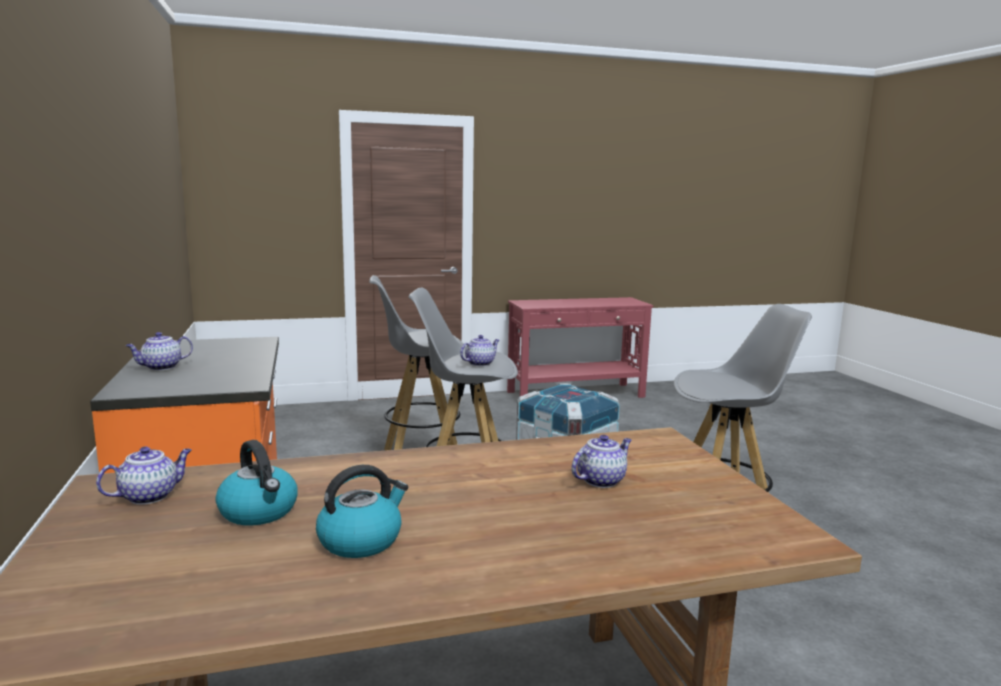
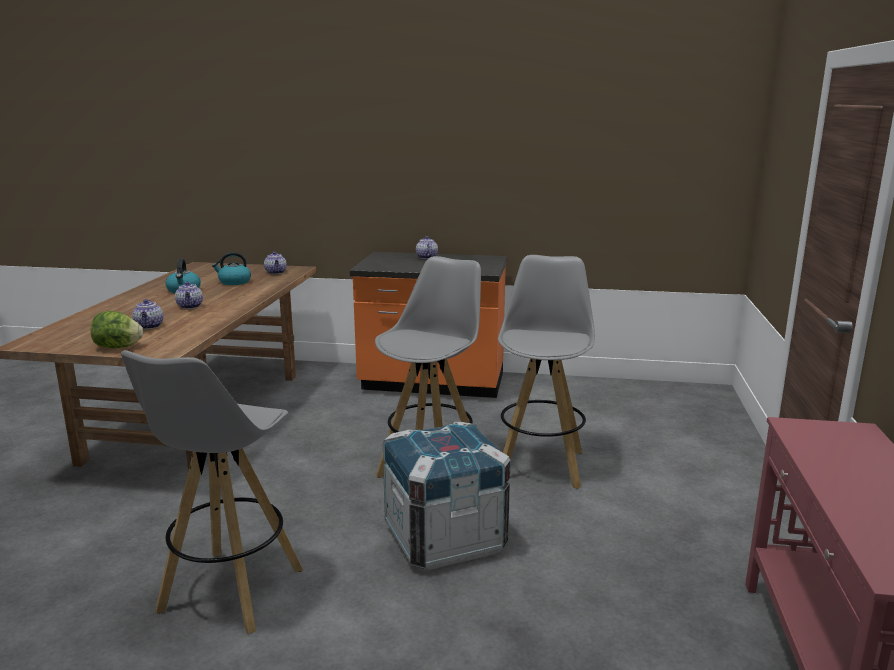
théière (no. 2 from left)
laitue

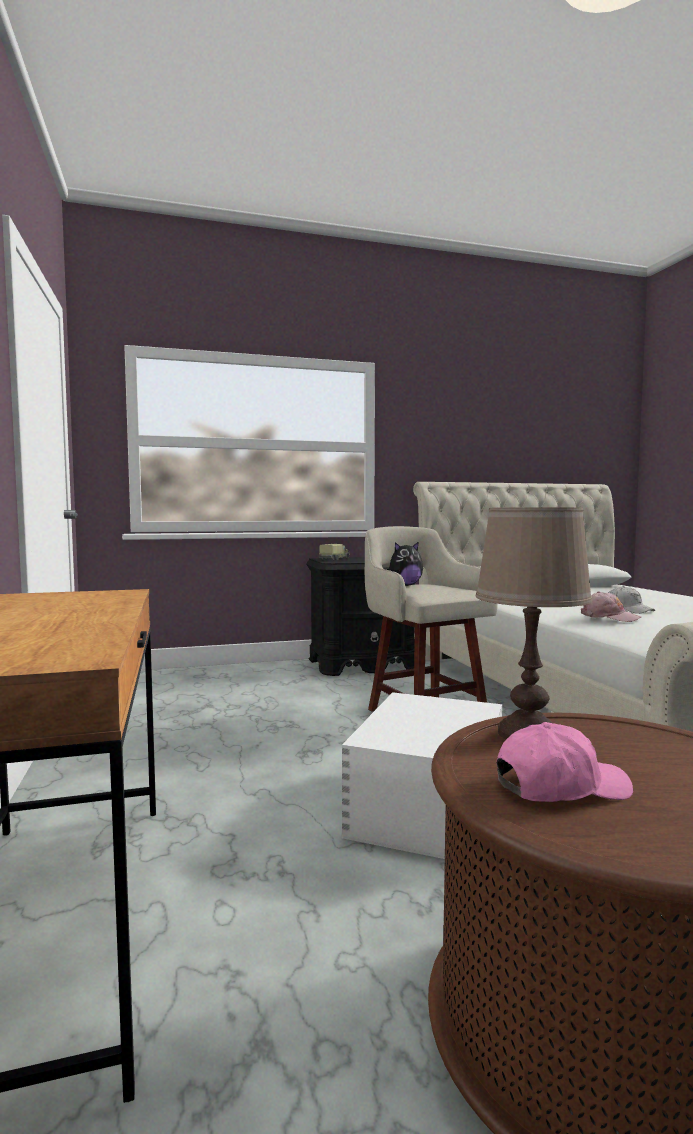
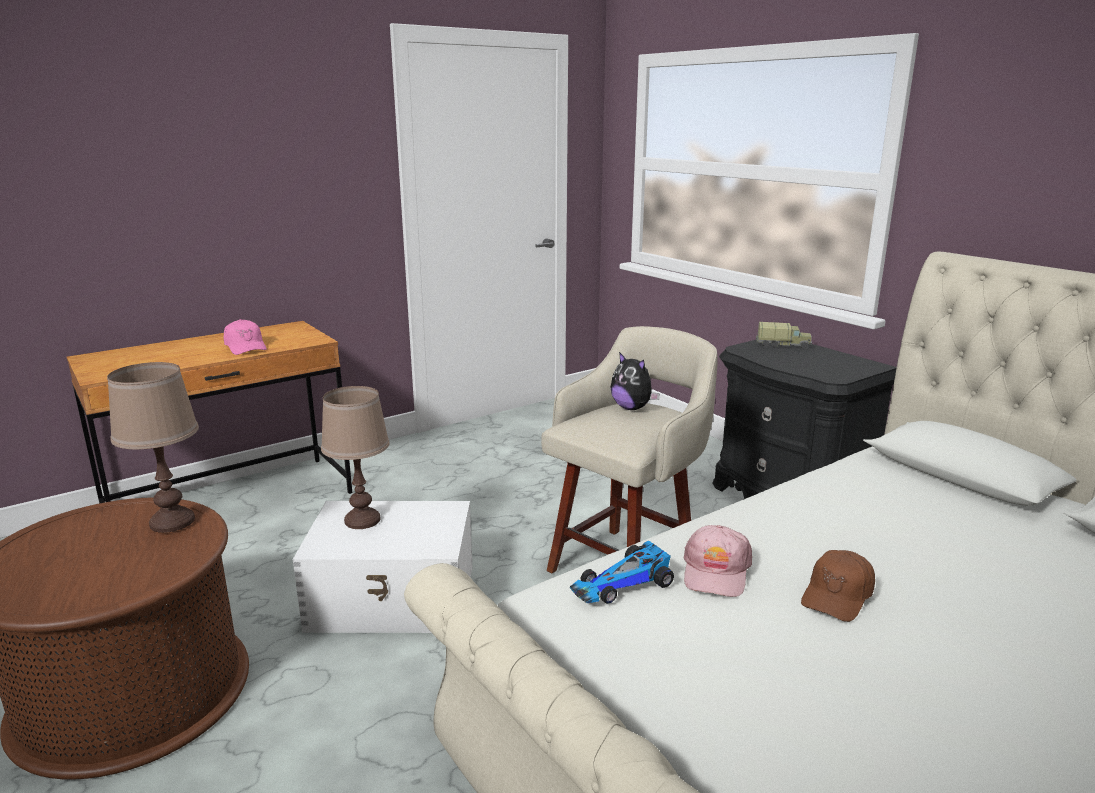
casquette (rose) (no. 1 from left)
casquette (marron)
lampe de table (marron) (no. 2 from left)
petite voiture

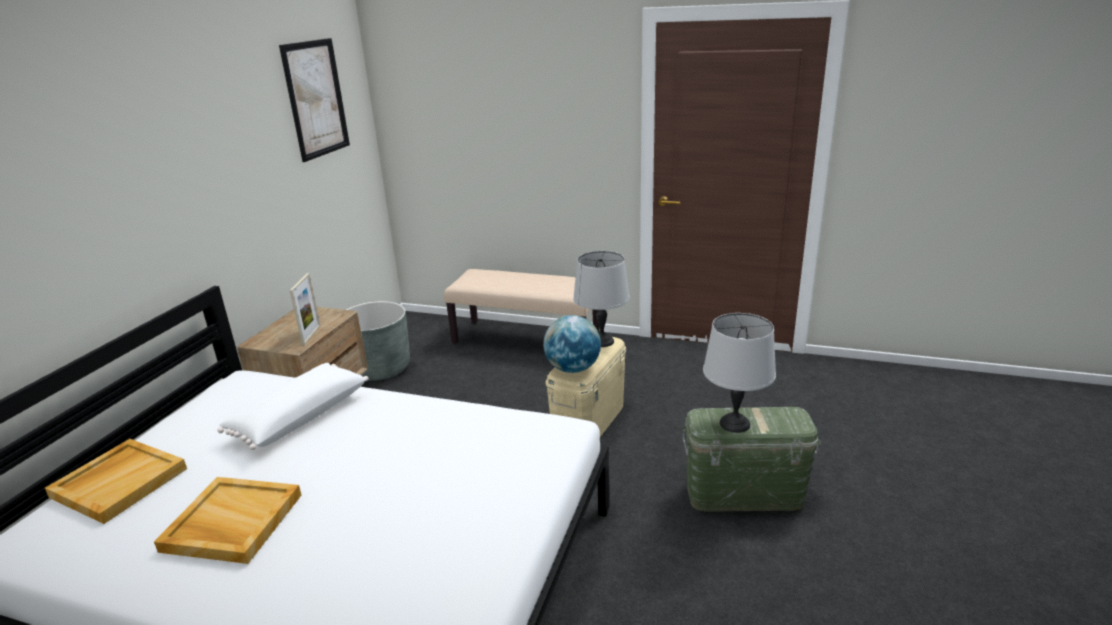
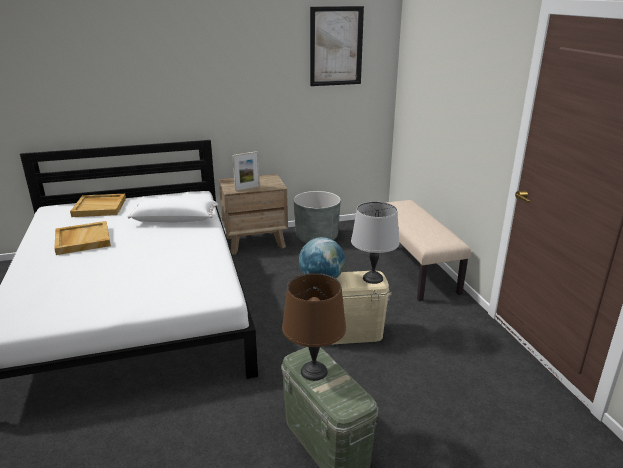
lampe de table (marron)

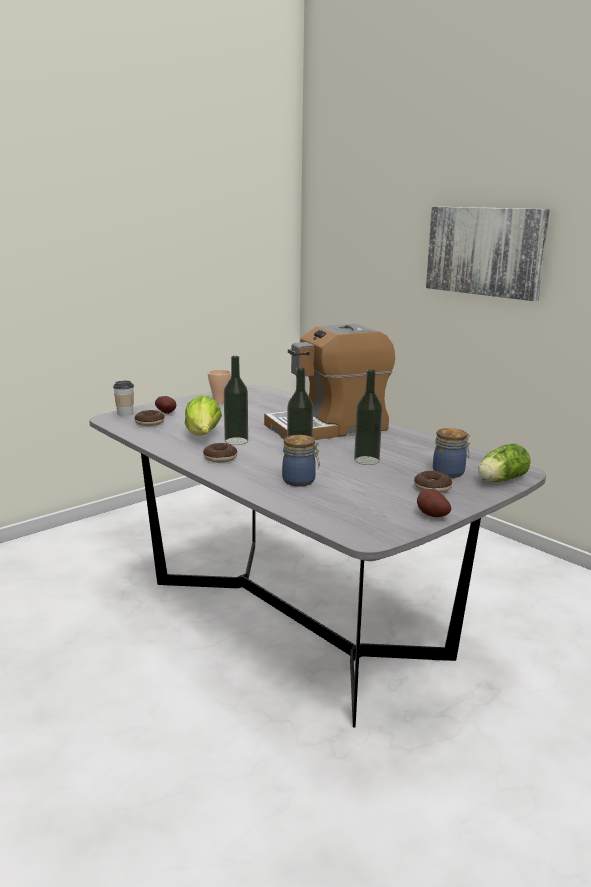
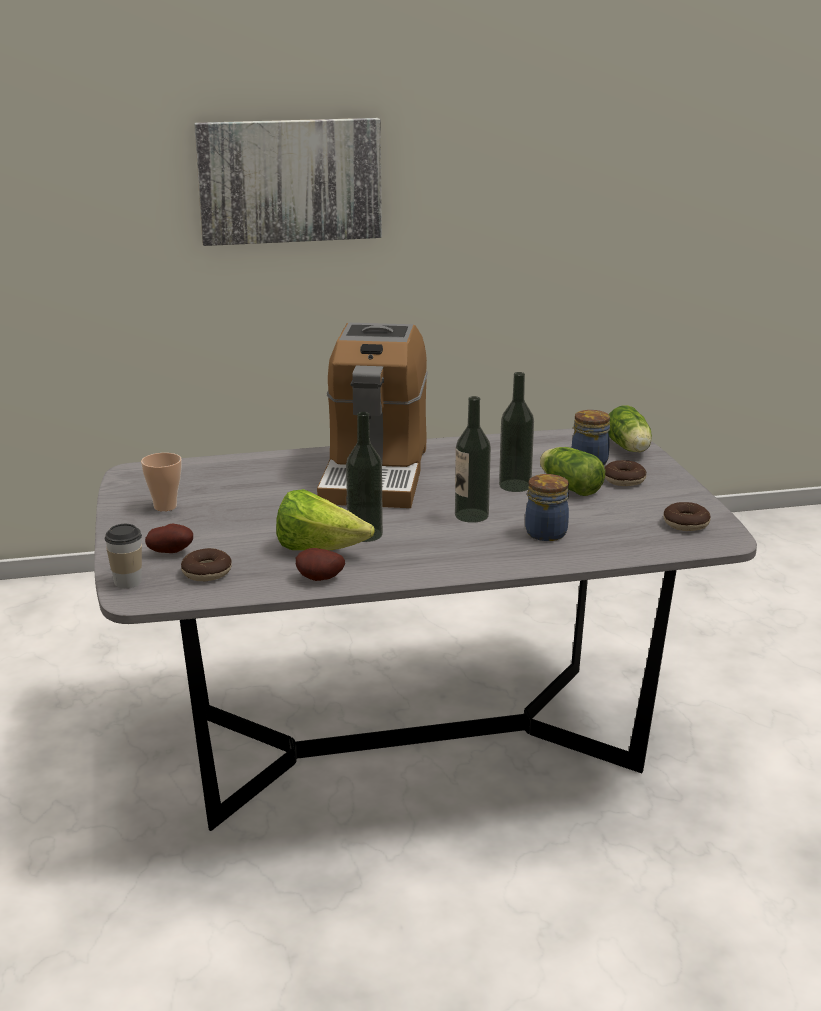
beignet (no. 3 from left)
pomme de terre (no. 2 from left)
laitue (no. 2 from left)

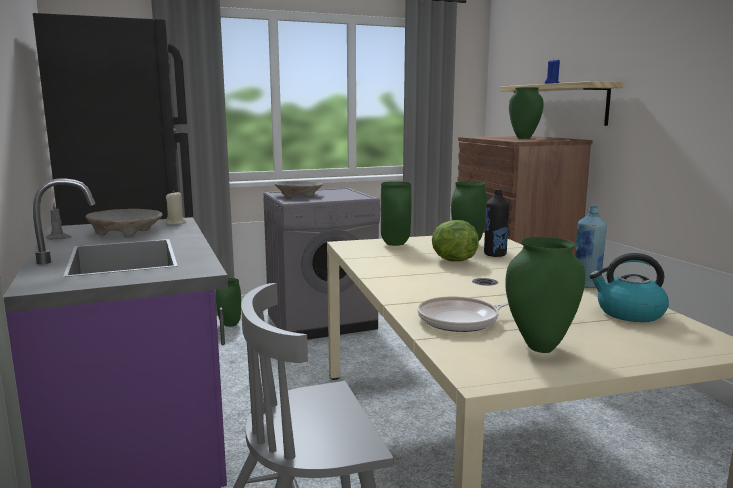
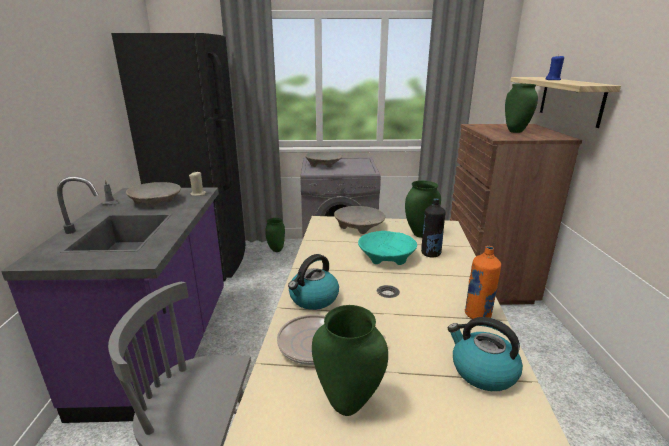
bol (beige) (no. 3 from left)
bol (turquoise)
bouteille (orange)
bouilloire (no. 1 from left)

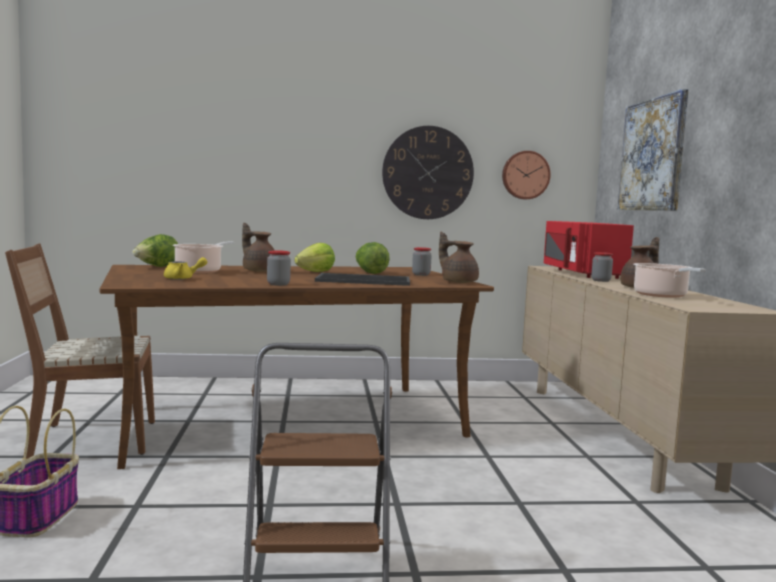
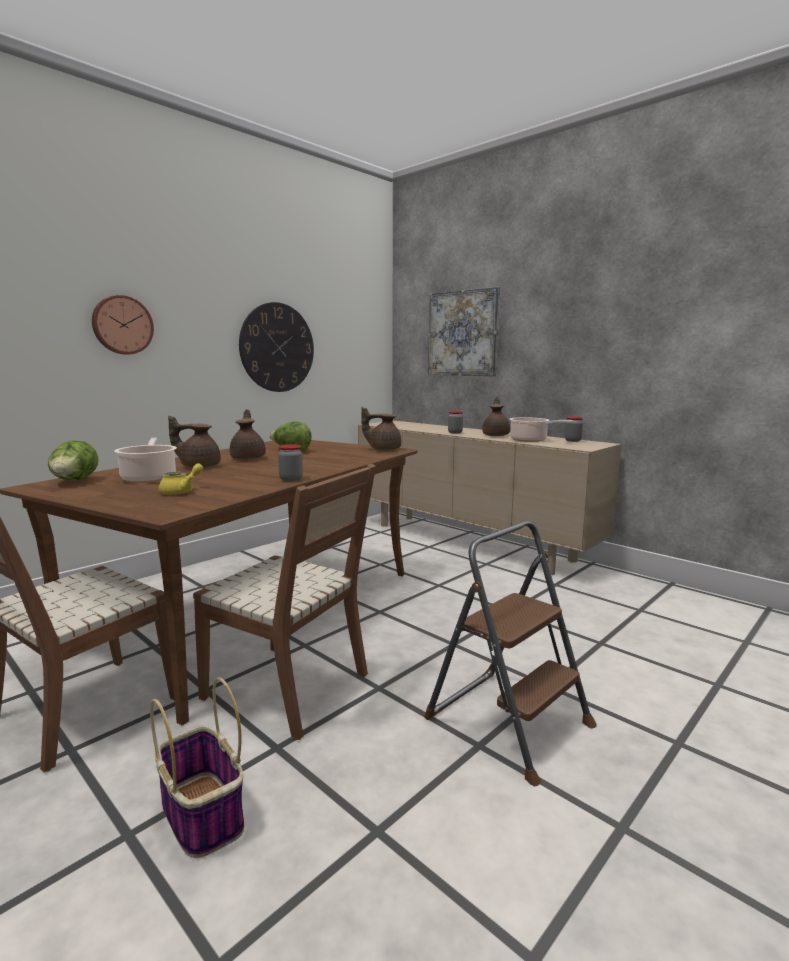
théière (marron) (no. 2 from left)
plateau
bocal (no. 3 from left)
horloge murale (no. 1 from left)
micro-ondes (rouge)
chaise (no. 2 from left)

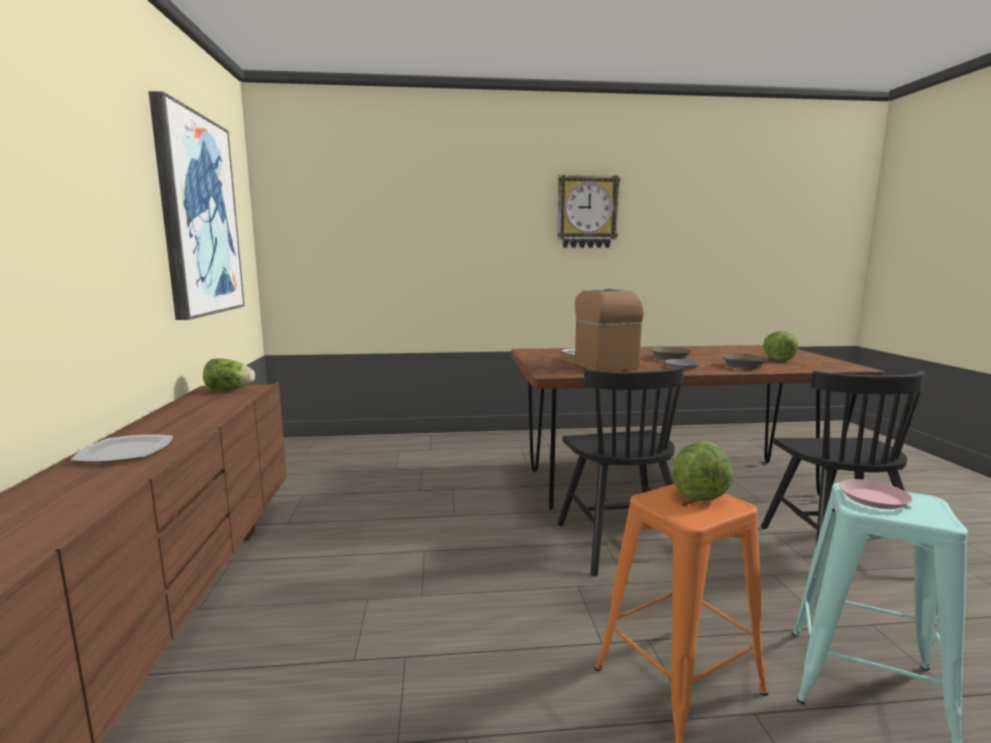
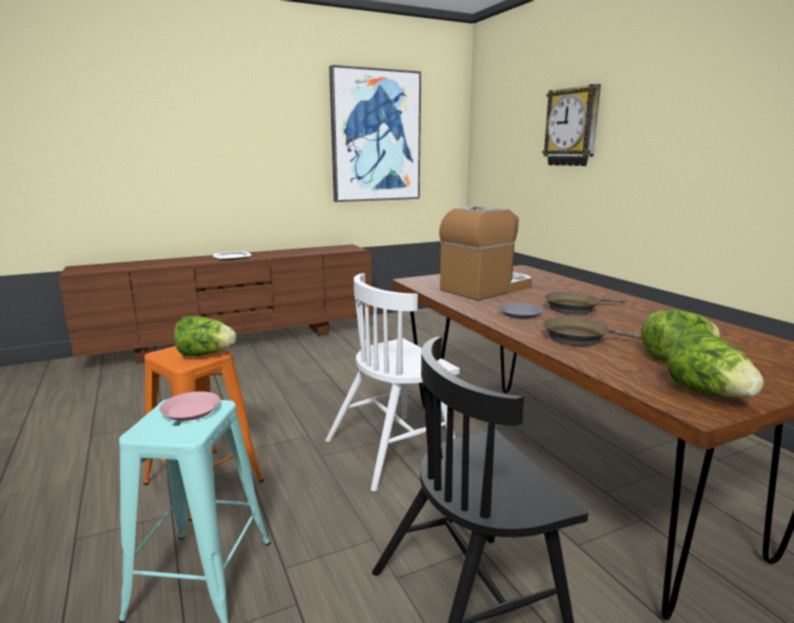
laitue (no. 3 from left)
horloge murale
chaise (blanc)

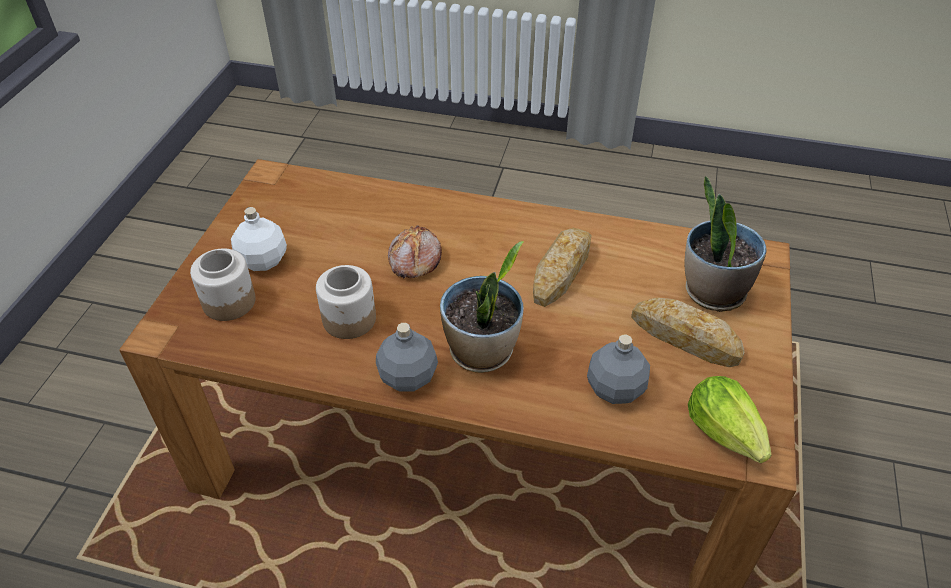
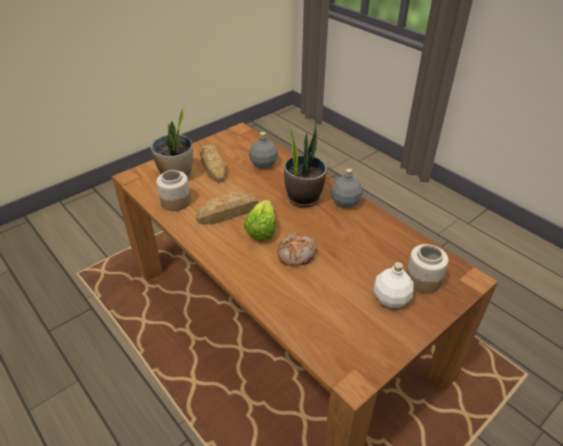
bocal (no. 1 from left)
laitue

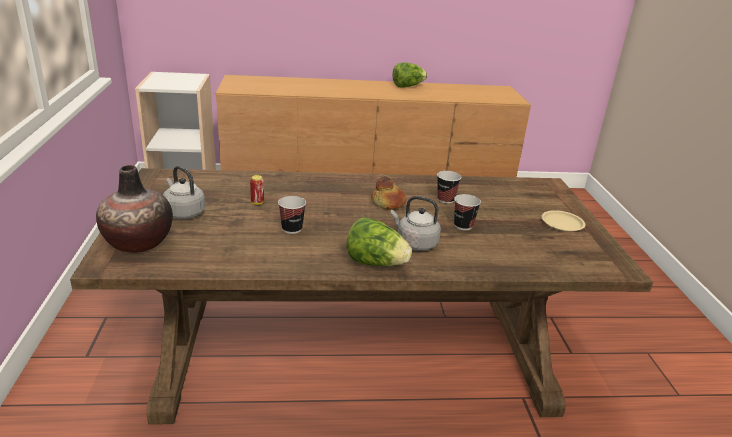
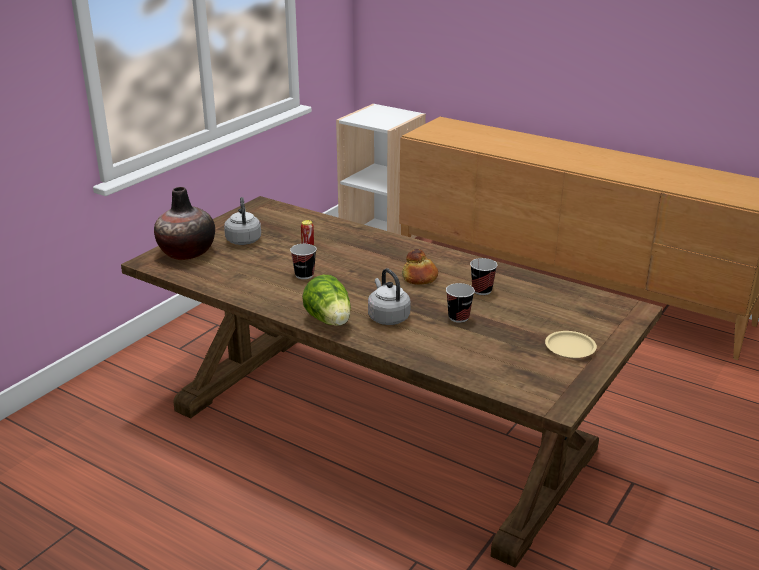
laitue (no. 2 from left in the first image)

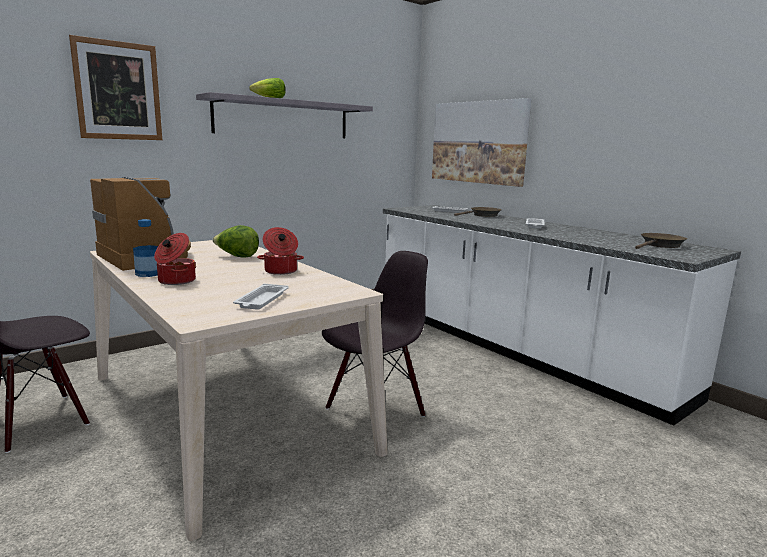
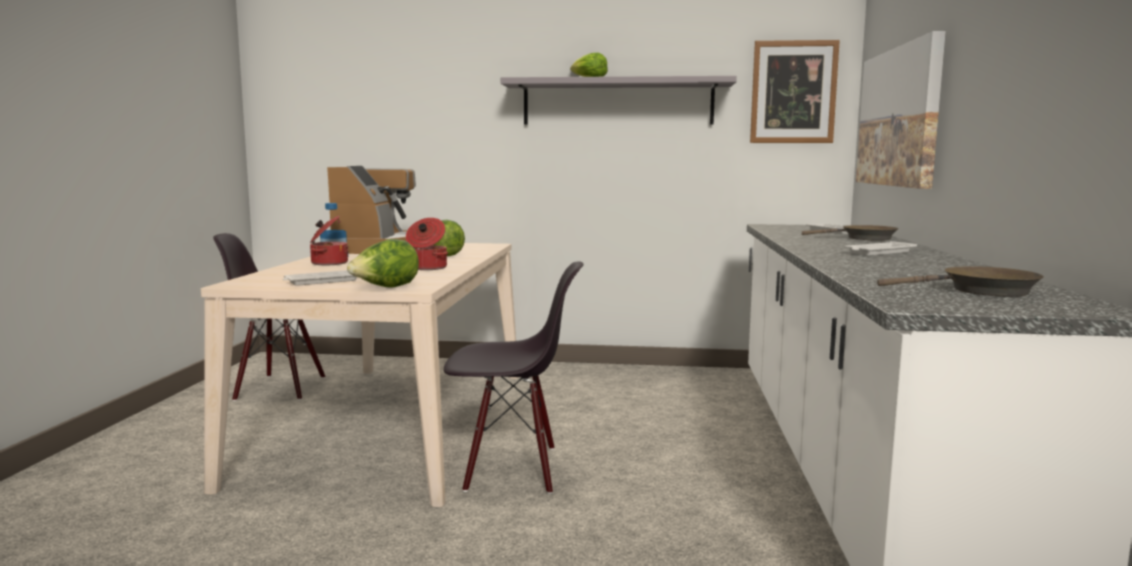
tableau (no. 1 from left)
laitue (no. 1 from left)

